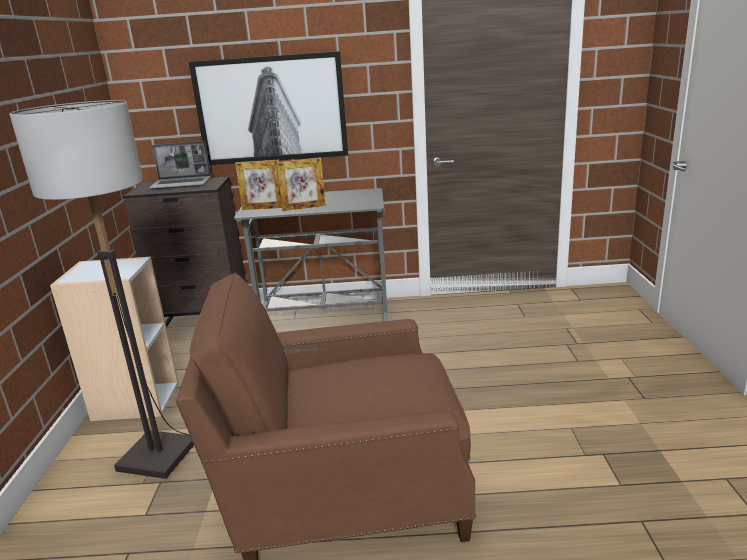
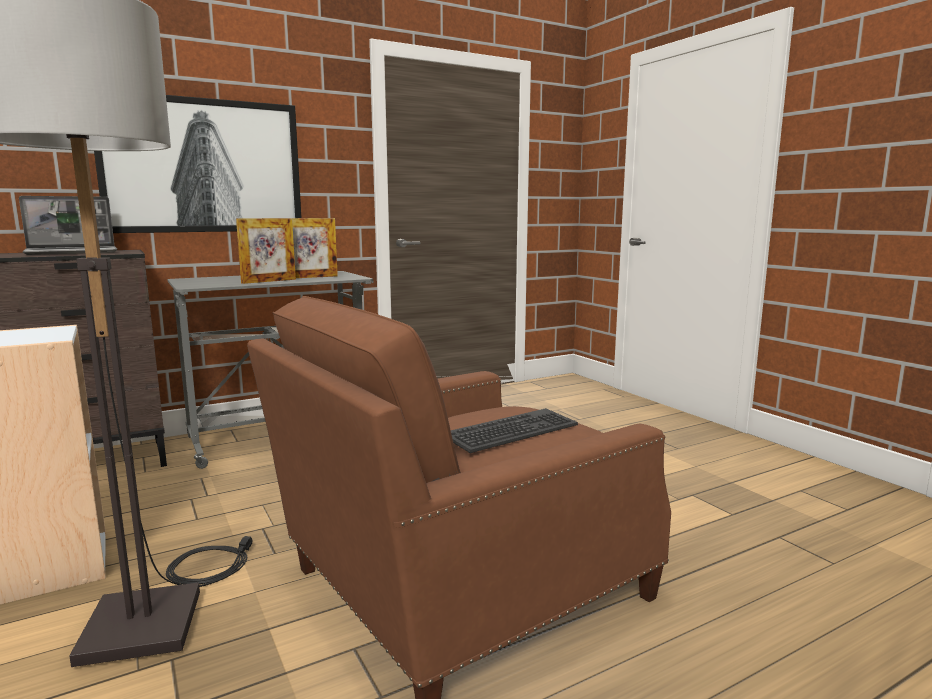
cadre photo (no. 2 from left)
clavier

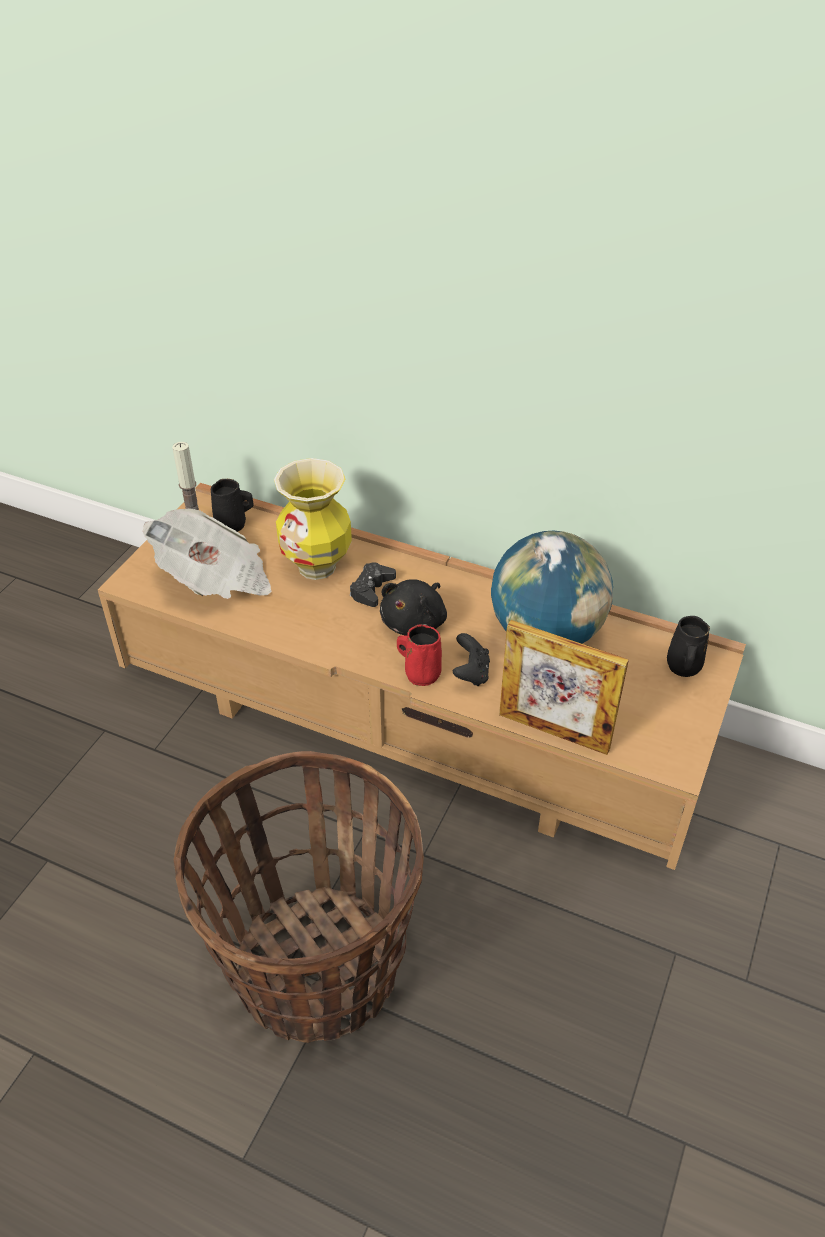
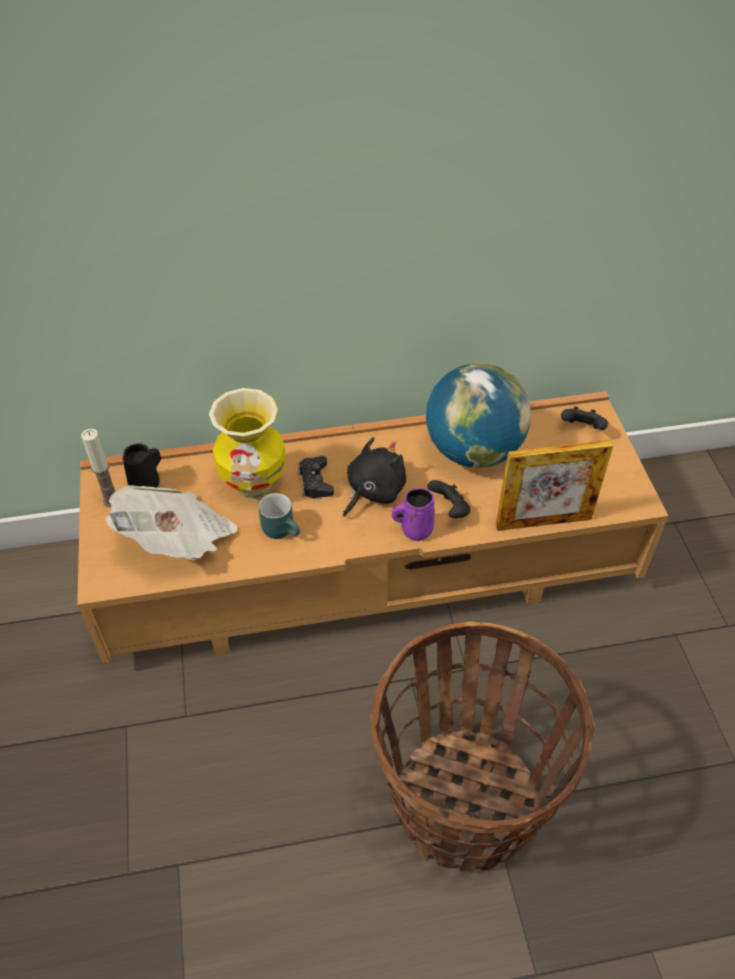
peluche (noir)
mug (violet)
manette (noir) (no. 3 from left)
mug (turquoise)

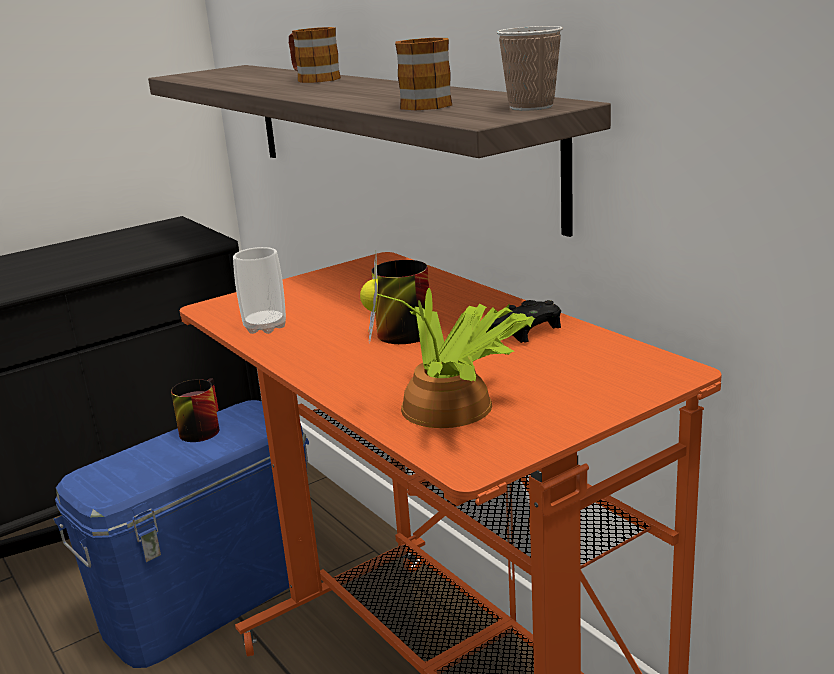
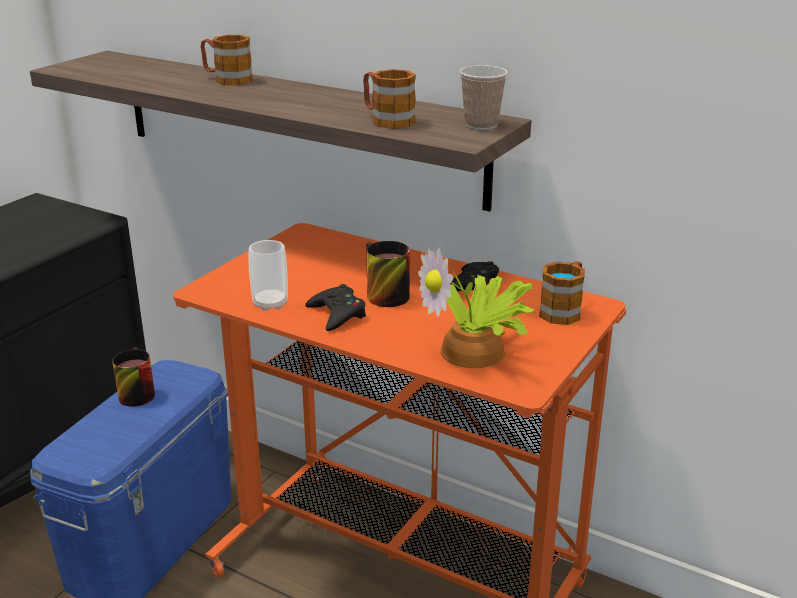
manette (noir) (no. 1 from left)
mug (no. 5 from left)

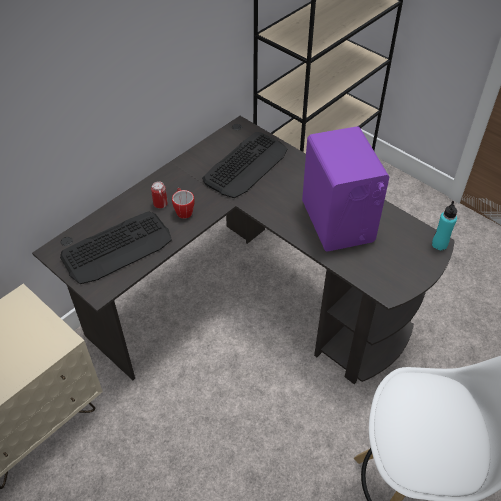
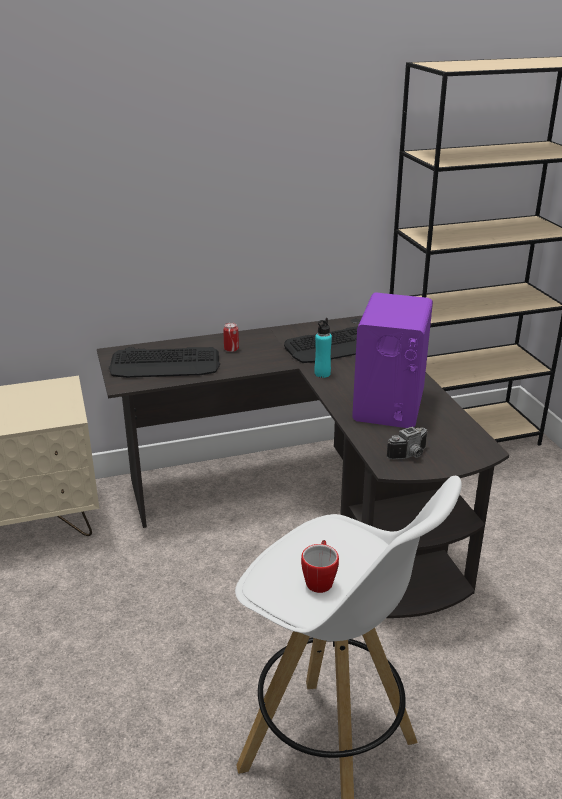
mug
bouteille (turquoise)
appareil photo

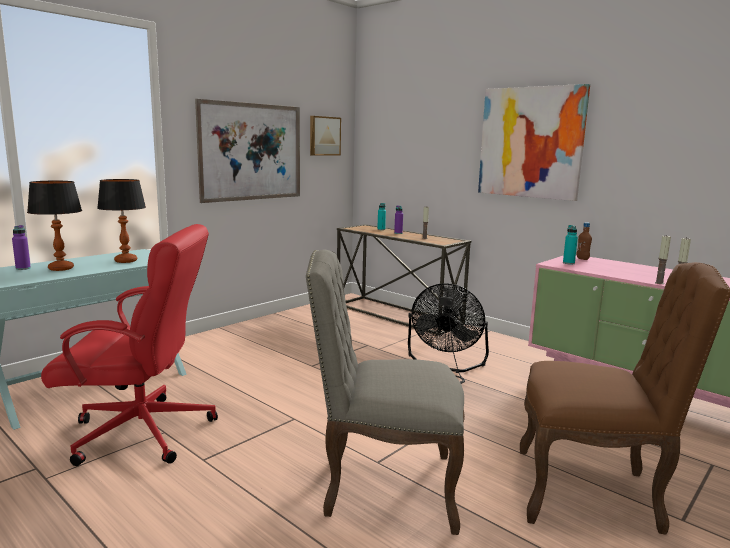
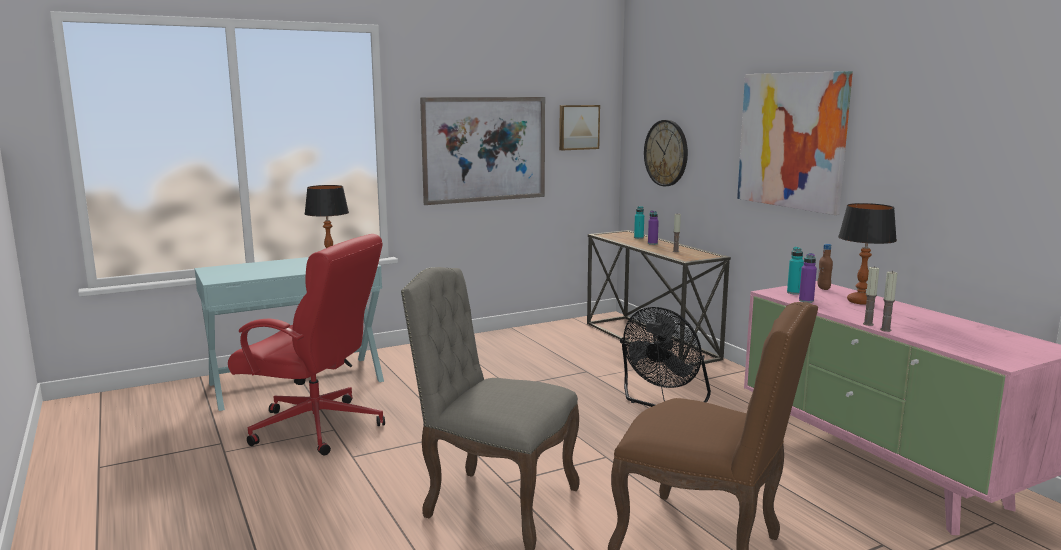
bouteille (violet) (no. 2 from left)
lampe de table (no. 2 from left)
horloge murale

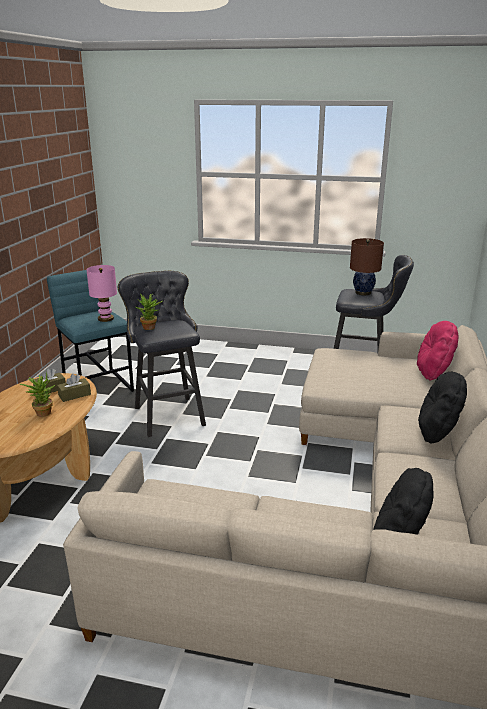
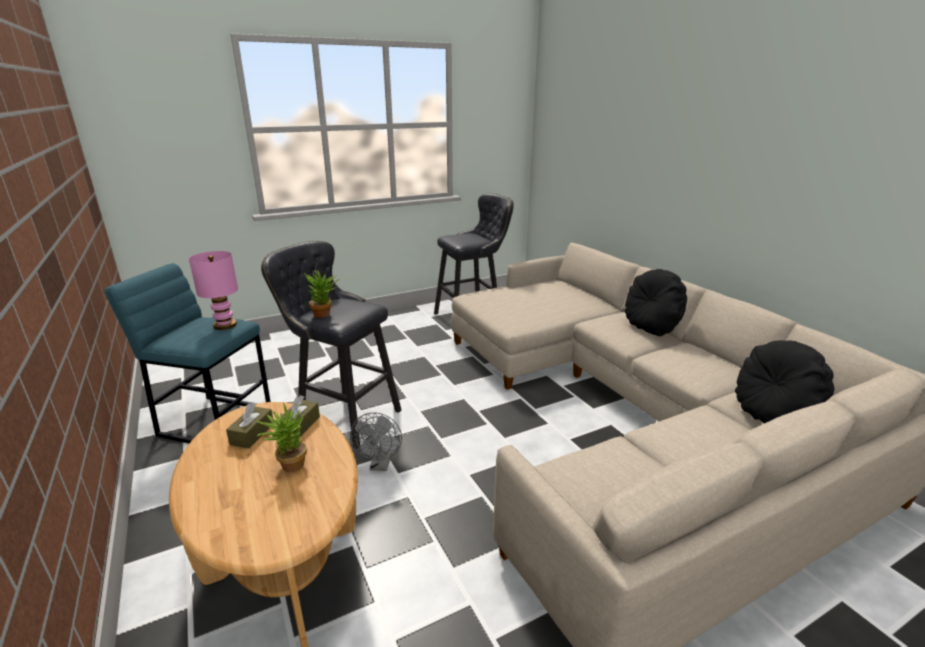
lampe de table (marron)
coussin (rose)
ventilateur (gris)

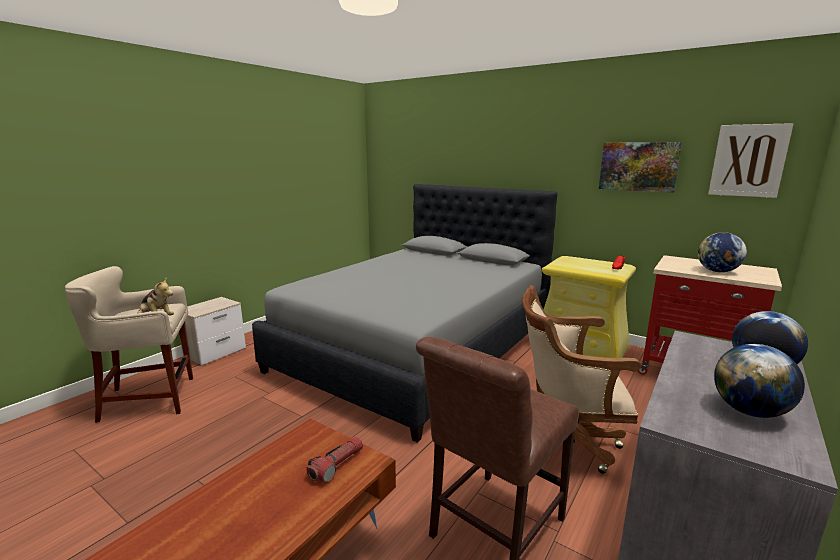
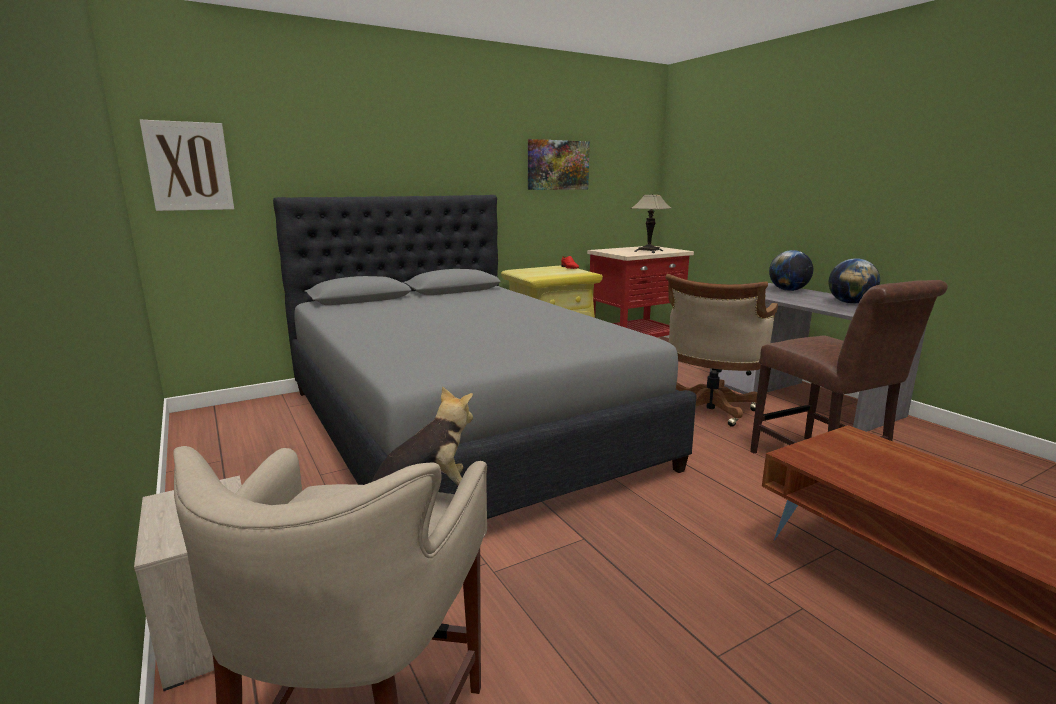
lampe de poche
lampe de table
tableau (no. 1 from left)

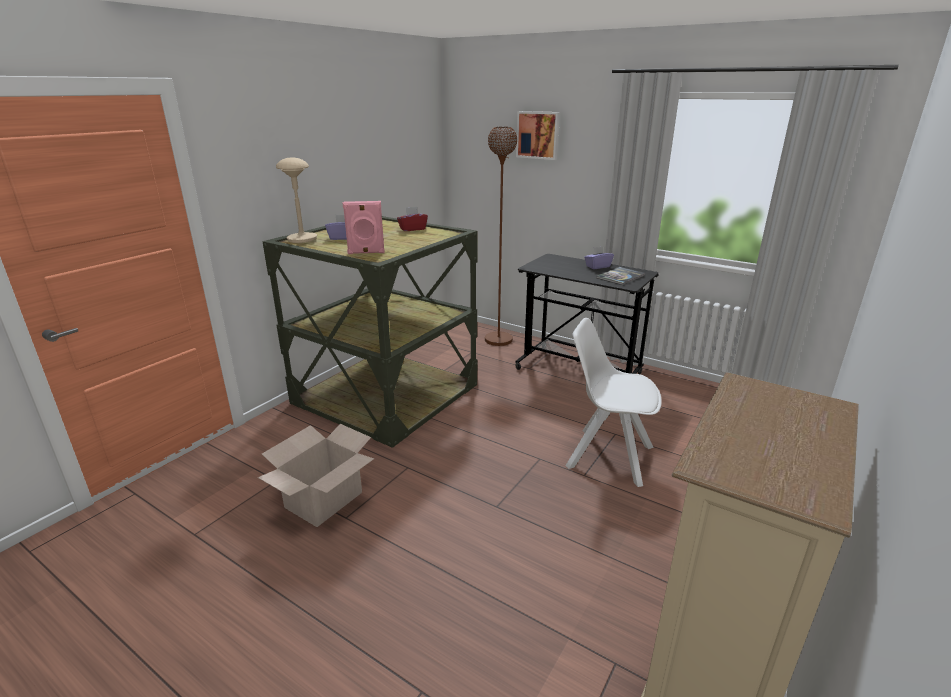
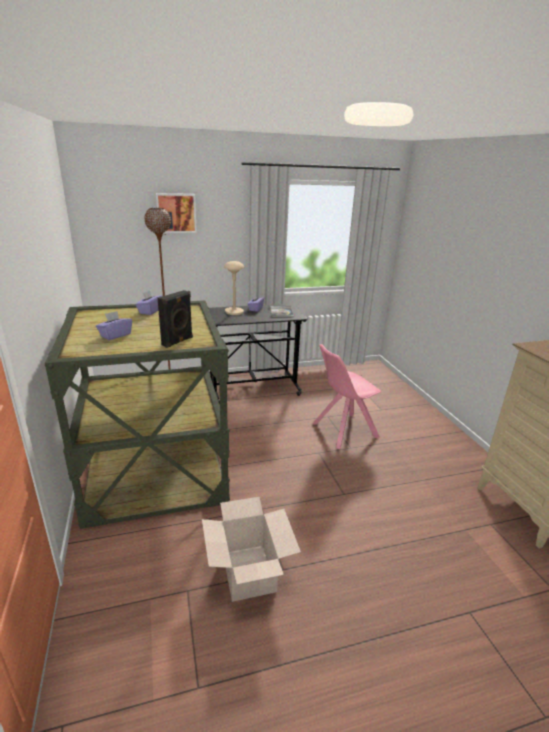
lampe de table (beige)
enceinte (noir)
boîte à mouchoirs (violet) (no. 2 from left)
chaise (rose)

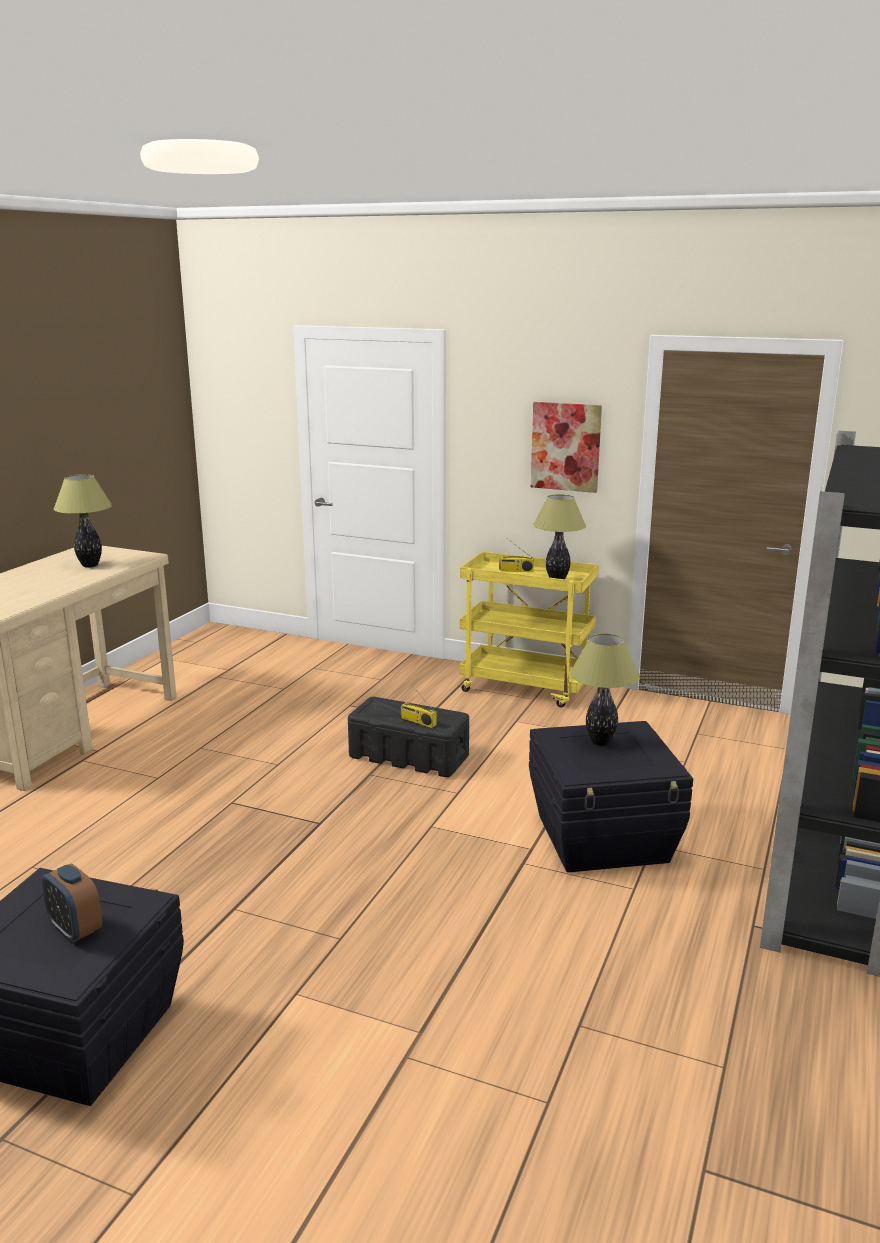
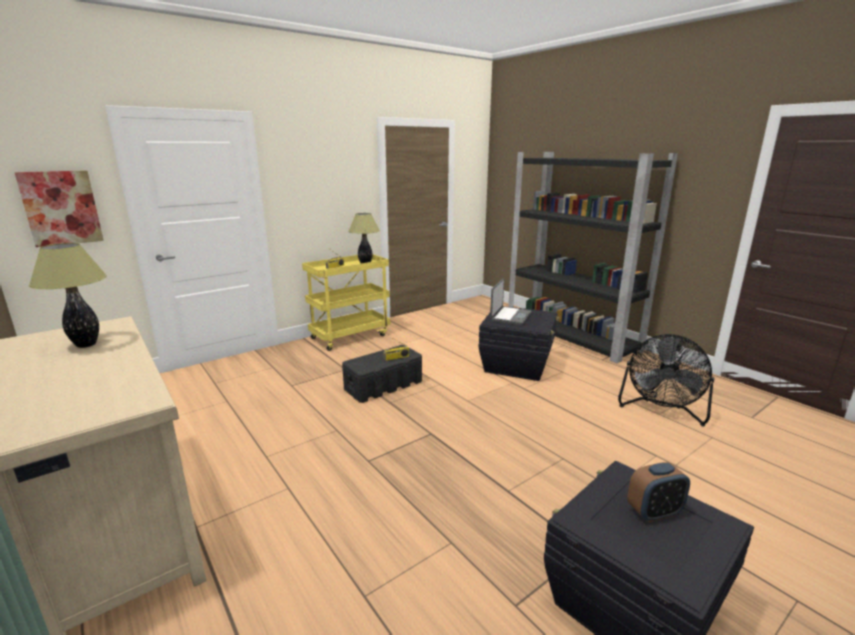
tableau
ordinateur portable
ventilateur (noir)

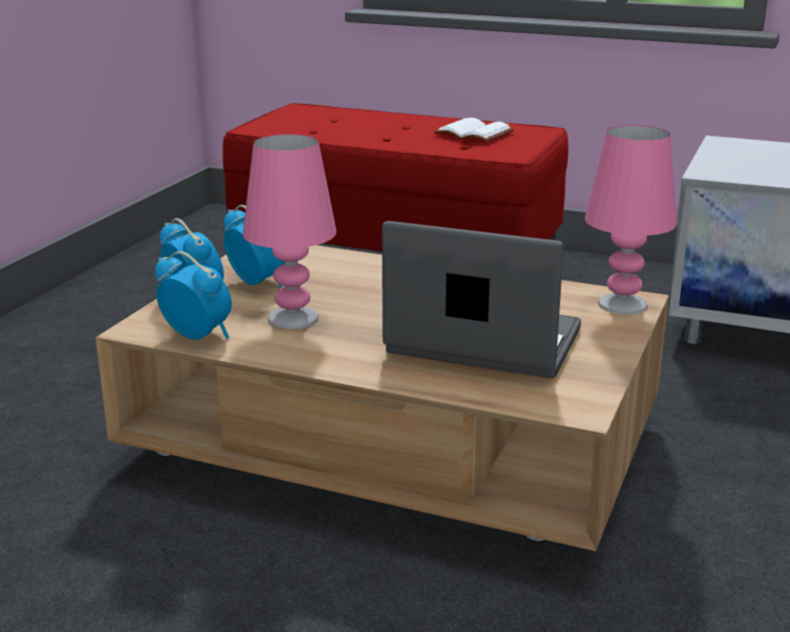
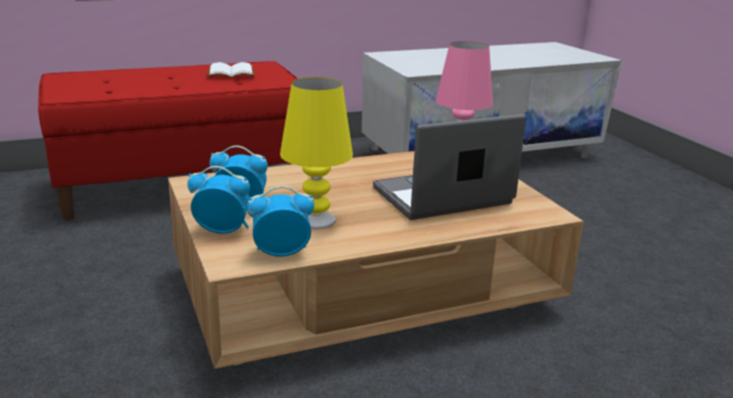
lampe de table (jaune)

